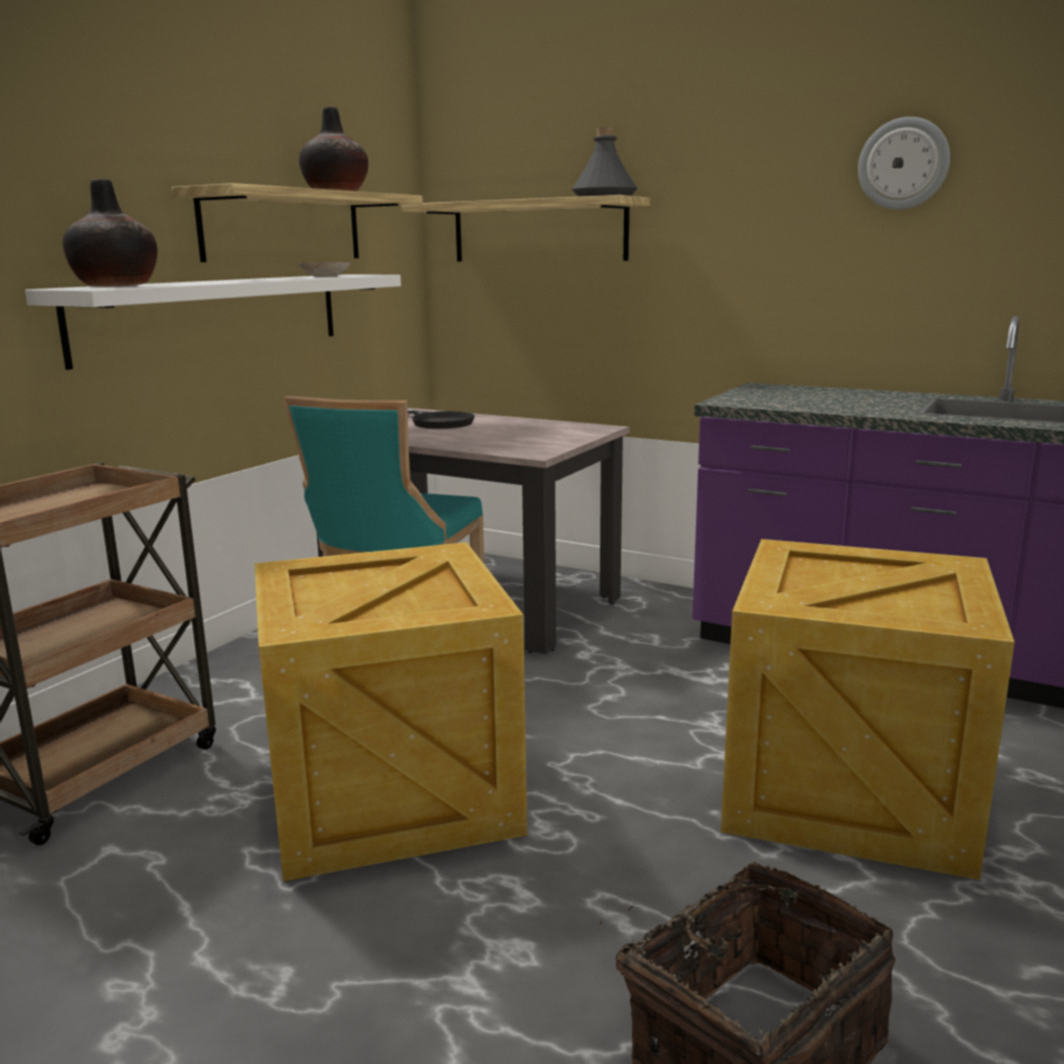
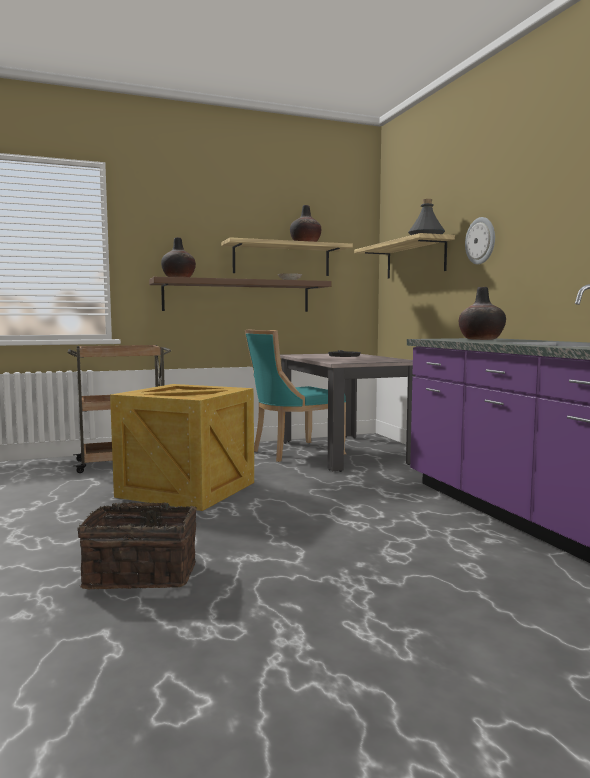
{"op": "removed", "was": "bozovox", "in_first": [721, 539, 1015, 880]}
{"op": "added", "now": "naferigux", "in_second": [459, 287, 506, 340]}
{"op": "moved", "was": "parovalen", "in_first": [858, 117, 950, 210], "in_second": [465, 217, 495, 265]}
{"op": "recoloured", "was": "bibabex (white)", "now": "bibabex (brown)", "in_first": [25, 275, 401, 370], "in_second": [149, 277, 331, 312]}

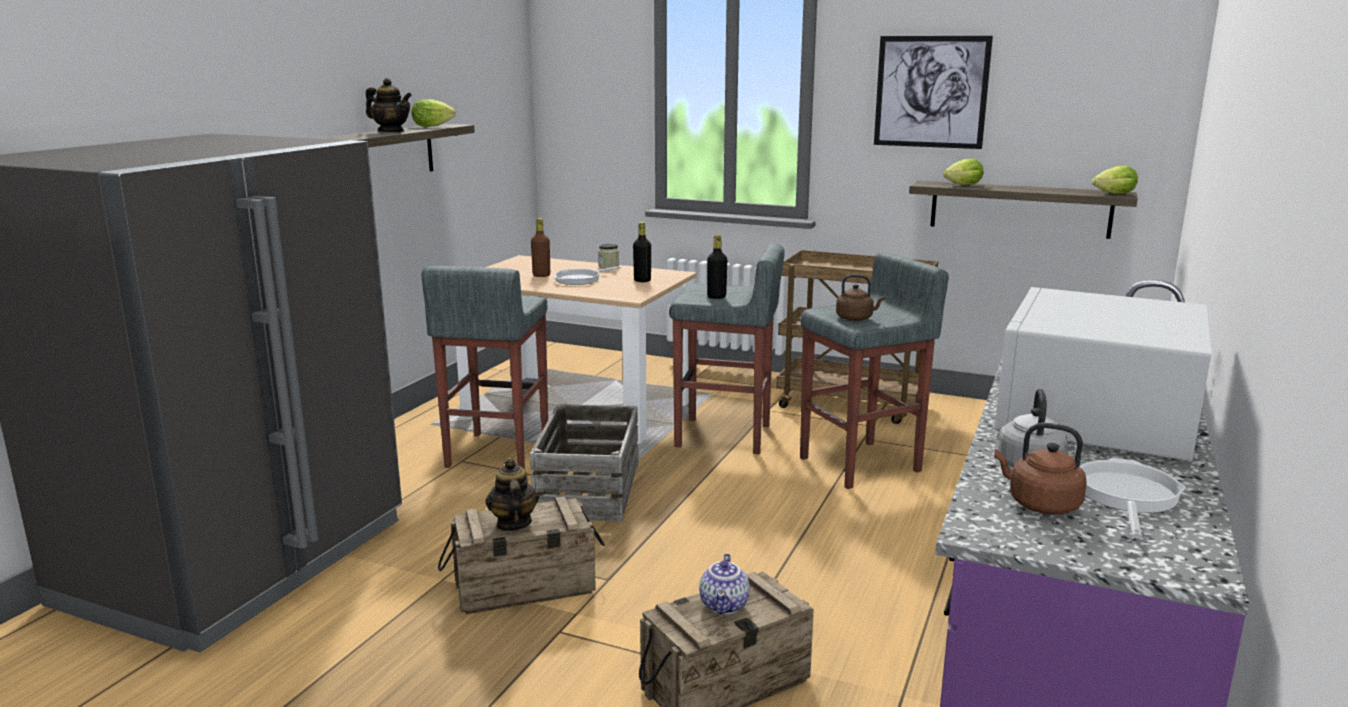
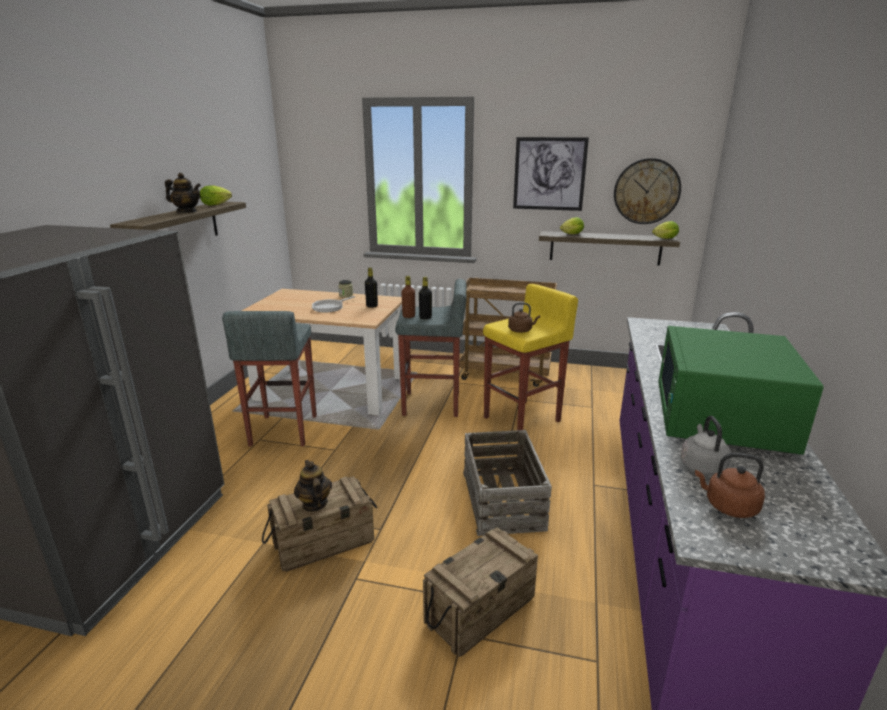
{"op": "removed", "was": "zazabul", "in_first": [699, 553, 750, 614]}
{"op": "removed", "was": "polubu", "in_first": [1079, 458, 1186, 538]}
{"op": "added", "now": "parovalen", "in_second": [614, 158, 681, 224]}
{"op": "moved", "was": "bozovox", "in_first": [530, 404, 638, 521], "in_second": [463, 430, 552, 536]}
{"op": "moved", "was": "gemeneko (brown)", "in_first": [531, 218, 550, 277], "in_second": [401, 276, 415, 318]}
{"op": "recoloured", "was": "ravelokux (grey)", "now": "ravelokux (yellow)", "in_first": [800, 252, 949, 489], "in_second": [483, 284, 578, 430]}
{"op": "recoloured", "was": "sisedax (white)", "now": "sisedax (green)", "in_first": [995, 287, 1211, 462], "in_second": [659, 326, 824, 455]}

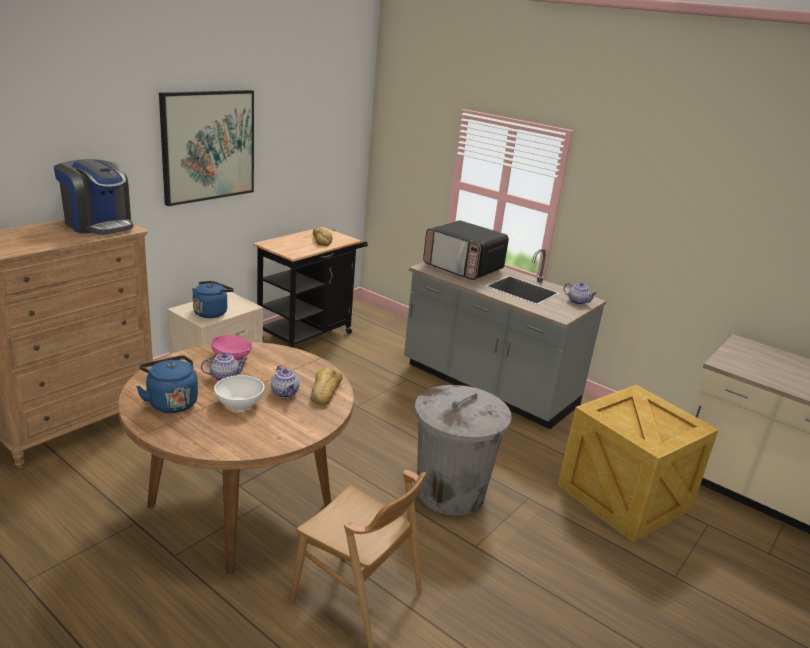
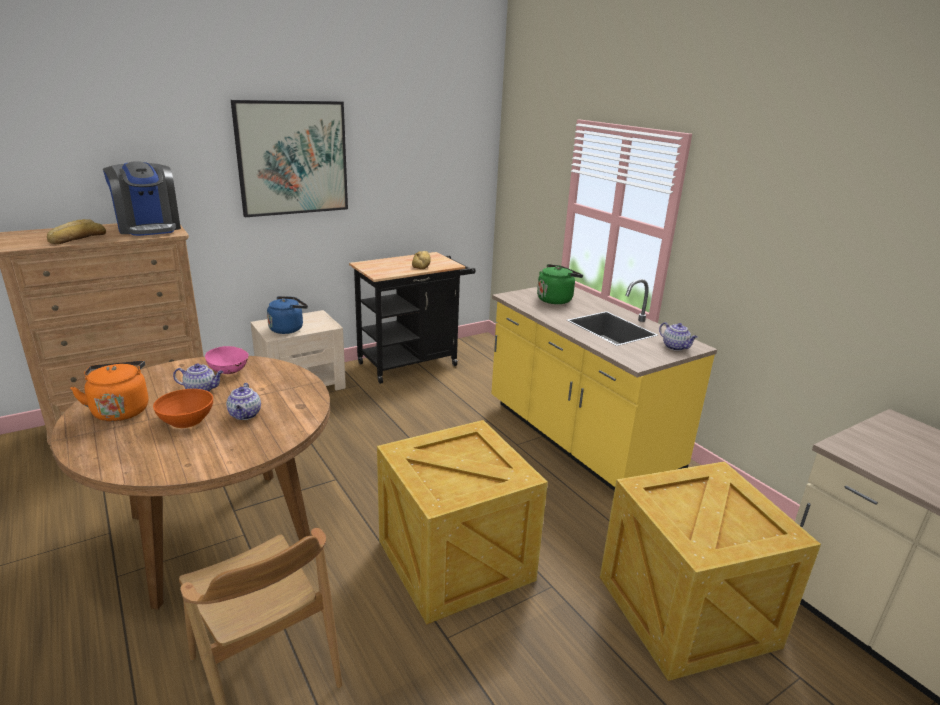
{"op": "moved", "was": "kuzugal", "in_first": [311, 367, 342, 405], "in_second": [47, 219, 106, 244]}
{"op": "replaced", "was": "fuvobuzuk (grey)", "now": "bozovox", "in_first": [415, 385, 512, 516], "in_second": [377, 420, 548, 625]}
{"op": "replaced", "was": "sisedax", "now": "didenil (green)", "in_first": [423, 220, 509, 280], "in_second": [537, 264, 583, 304]}
{"op": "recoloured", "was": "didenil (blue)", "now": "didenil (orange)", "in_first": [136, 355, 198, 413], "in_second": [70, 361, 148, 421]}
{"op": "recoloured", "was": "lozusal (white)", "now": "lozusal (orange)", "in_first": [214, 375, 264, 411], "in_second": [153, 389, 213, 428]}
{"op": "recoloured", "was": "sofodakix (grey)", "now": "sofodakix (yellow)", "in_first": [404, 248, 606, 429], "in_second": [491, 279, 718, 491]}

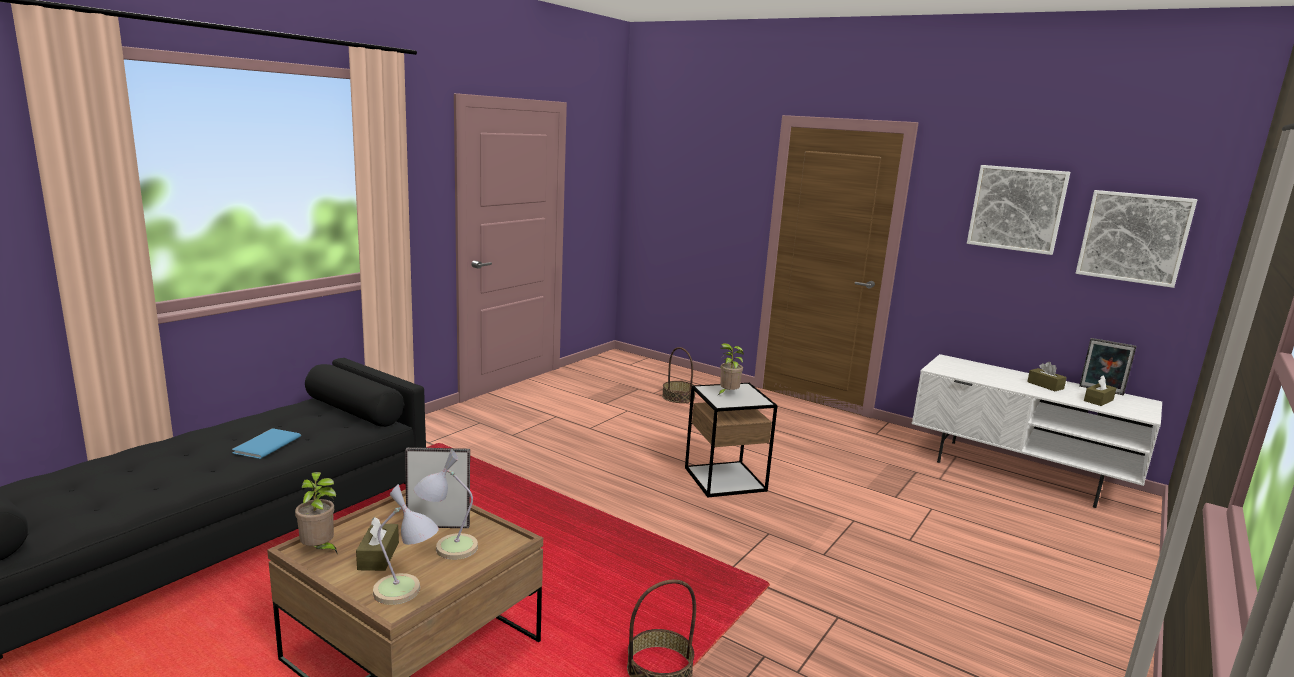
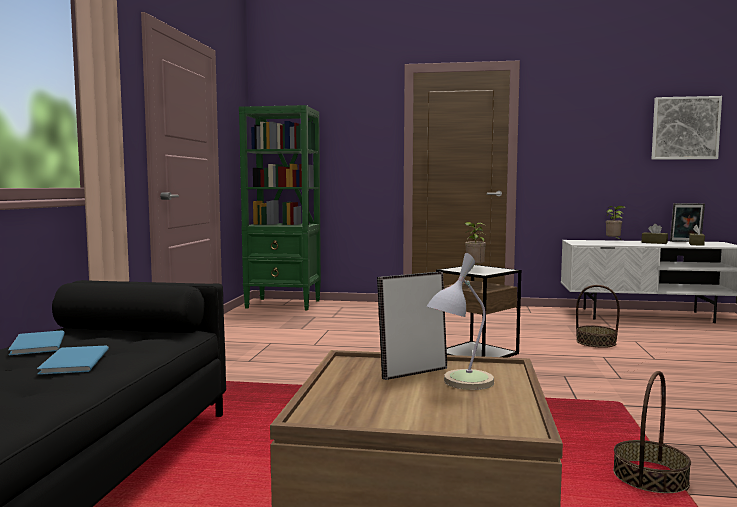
{"op": "removed", "was": "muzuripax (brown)", "in_first": [356, 517, 399, 571]}
{"op": "removed", "was": "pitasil", "in_first": [373, 484, 439, 605]}
{"op": "removed", "was": "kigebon", "in_first": [967, 165, 1070, 255]}
{"op": "added", "now": "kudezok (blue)", "in_second": [8, 330, 65, 355]}
{"op": "added", "now": "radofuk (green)", "in_second": [239, 105, 321, 310]}
{"op": "moved", "was": "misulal", "in_first": [295, 472, 337, 553], "in_second": [606, 206, 625, 240]}
{"op": "moved", "was": "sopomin", "in_first": [662, 347, 695, 403], "in_second": [576, 285, 620, 348]}

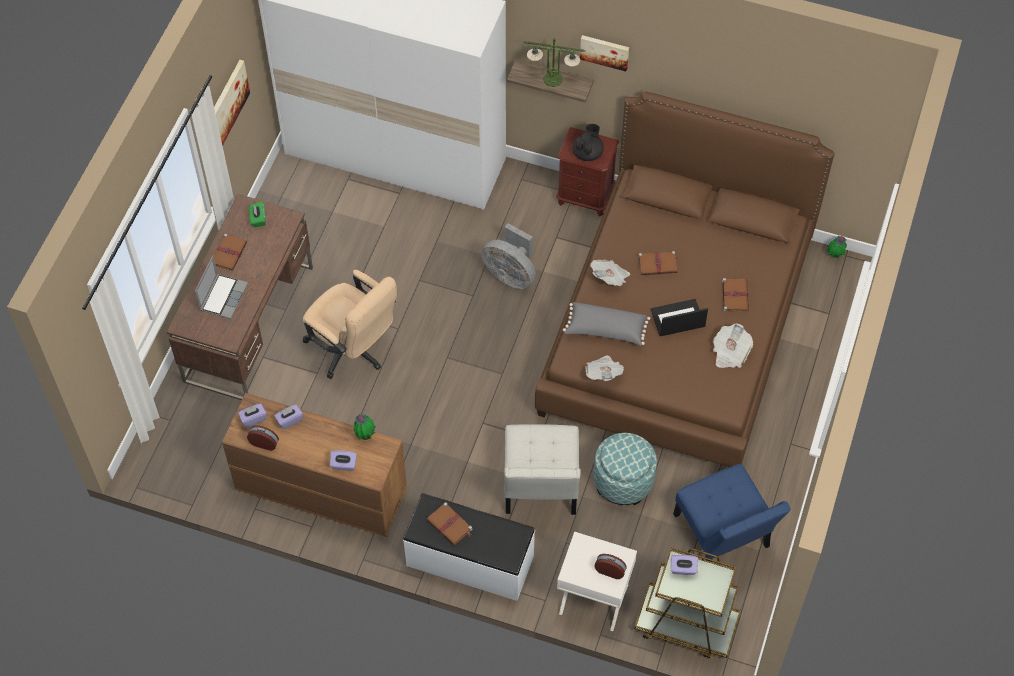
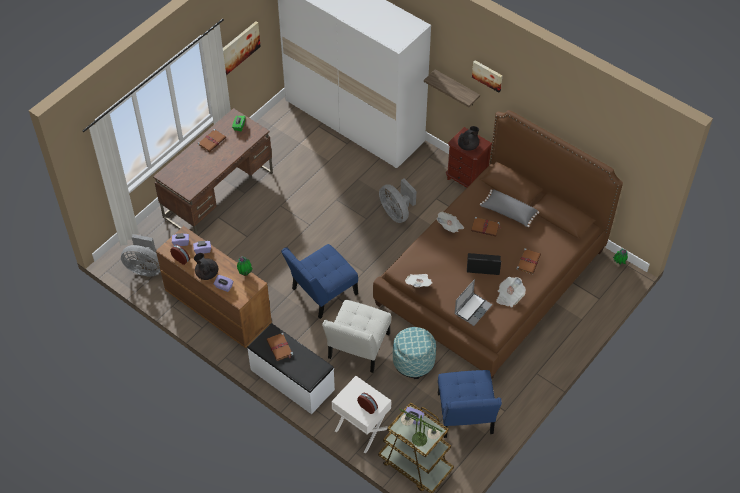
{"op": "removed", "was": "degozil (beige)", "in_first": [303, 270, 397, 379]}
{"op": "added", "now": "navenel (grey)", "in_second": [121, 234, 161, 276]}
{"op": "added", "now": "zazabul (black)", "in_second": [194, 253, 218, 280]}
{"op": "added", "now": "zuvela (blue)", "in_second": [281, 244, 358, 319]}
{"op": "moved", "was": "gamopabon", "in_first": [195, 256, 248, 319], "in_second": [454, 279, 492, 326]}
{"op": "moved", "was": "pitasil", "in_first": [523, 38, 585, 87], "in_second": [399, 409, 443, 446]}
{"op": "moved", "was": "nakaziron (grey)", "in_first": [563, 302, 650, 345], "in_second": [480, 189, 539, 227]}

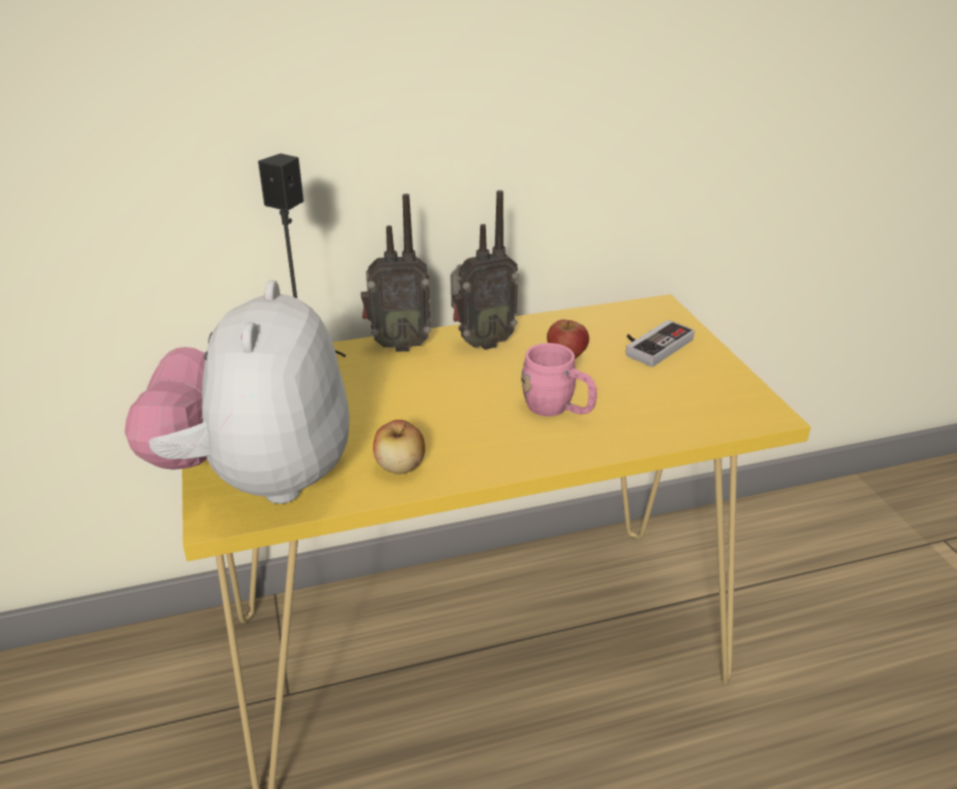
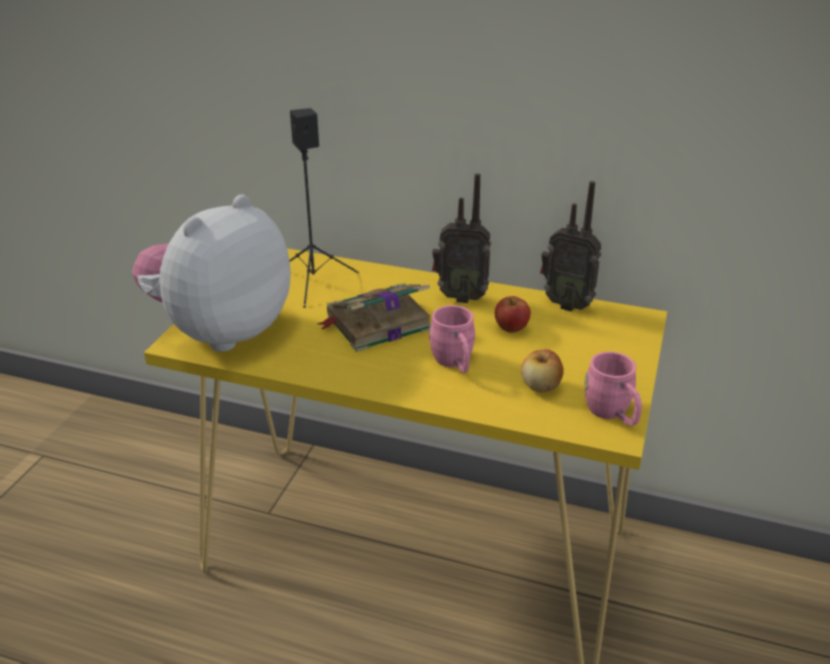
{"op": "removed", "was": "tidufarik", "in_first": [626, 320, 695, 367]}
{"op": "added", "now": "kudezok", "in_second": [317, 283, 431, 352]}
{"op": "added", "now": "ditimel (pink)", "in_second": [584, 352, 642, 426]}
{"op": "moved", "was": "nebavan", "in_first": [361, 194, 431, 352], "in_second": [540, 181, 601, 312]}
{"op": "moved", "was": "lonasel", "in_first": [373, 420, 425, 474], "in_second": [521, 350, 564, 392]}

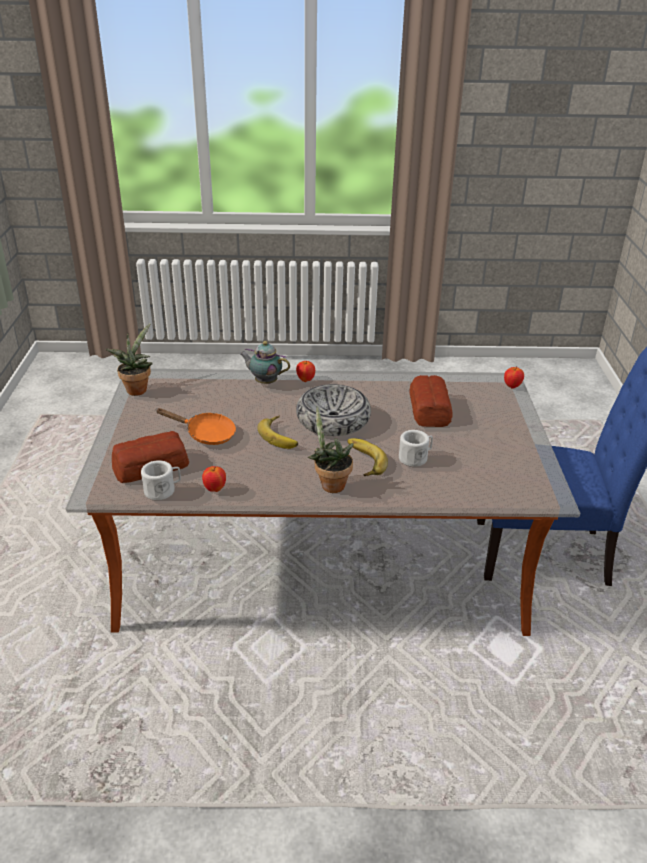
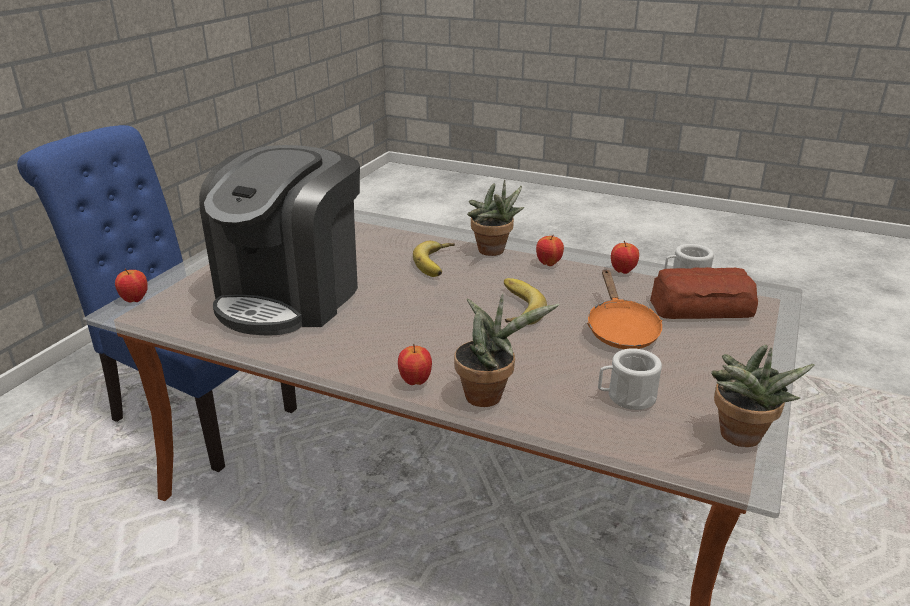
{"op": "removed", "was": "lozusal", "in_first": [296, 384, 371, 436]}
{"op": "added", "now": "lonasel", "in_second": [536, 235, 564, 266]}
{"op": "moved", "was": "ditimel (white)", "in_first": [399, 430, 433, 467], "in_second": [598, 348, 662, 410]}
{"op": "replaced", "was": "zazabul", "now": "misulal", "in_first": [239, 341, 290, 384], "in_second": [454, 294, 559, 407]}
{"op": "replaced", "was": "kuzugal", "now": "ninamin", "in_first": [409, 375, 452, 427], "in_second": [199, 145, 360, 335]}
{"op": "turned", "was": "polubu (orange)", "in_first": [156, 408, 236, 445], "in_second": [587, 269, 662, 349], "clockwise": -135}

